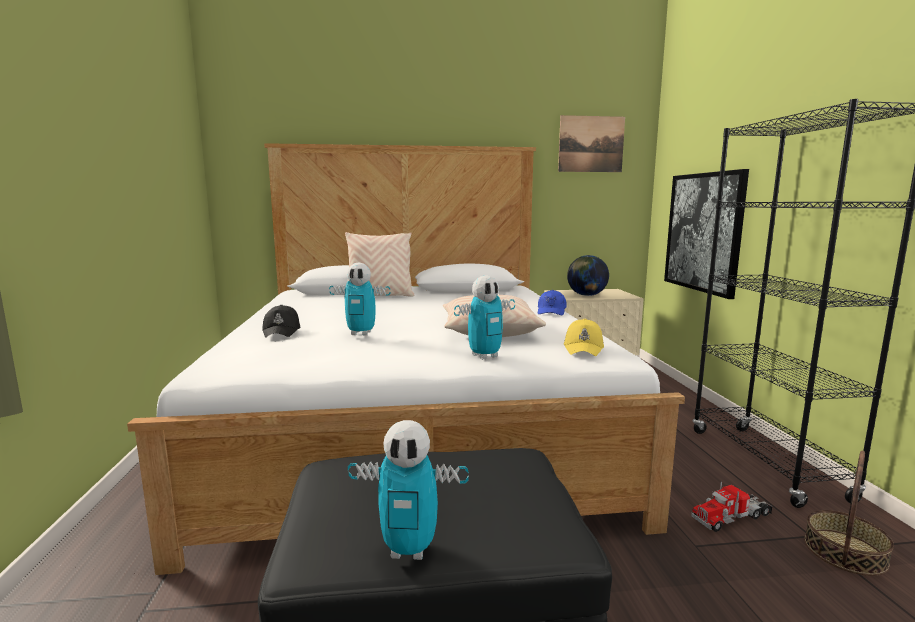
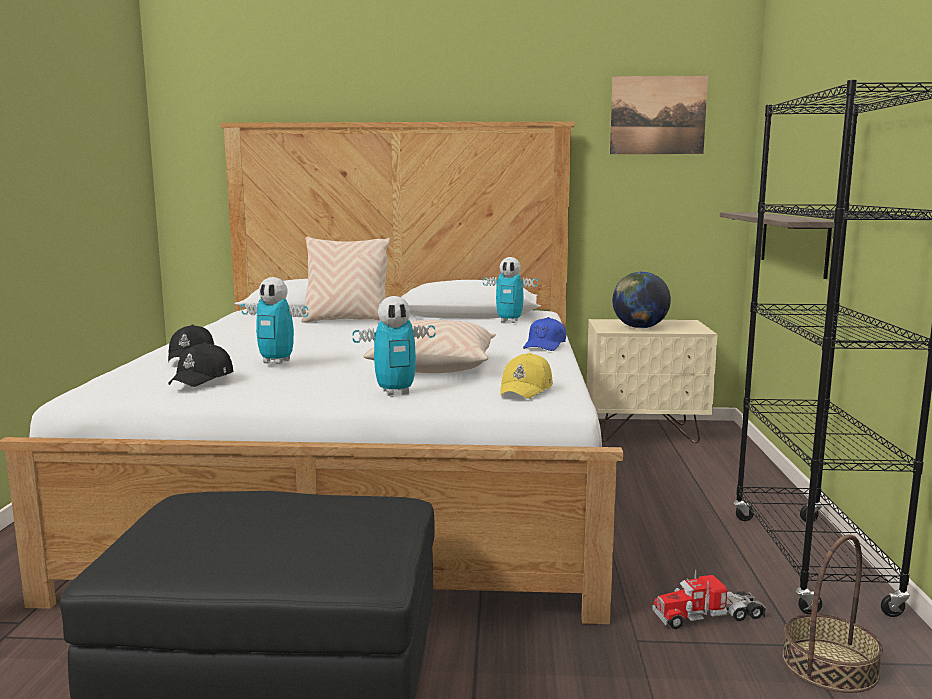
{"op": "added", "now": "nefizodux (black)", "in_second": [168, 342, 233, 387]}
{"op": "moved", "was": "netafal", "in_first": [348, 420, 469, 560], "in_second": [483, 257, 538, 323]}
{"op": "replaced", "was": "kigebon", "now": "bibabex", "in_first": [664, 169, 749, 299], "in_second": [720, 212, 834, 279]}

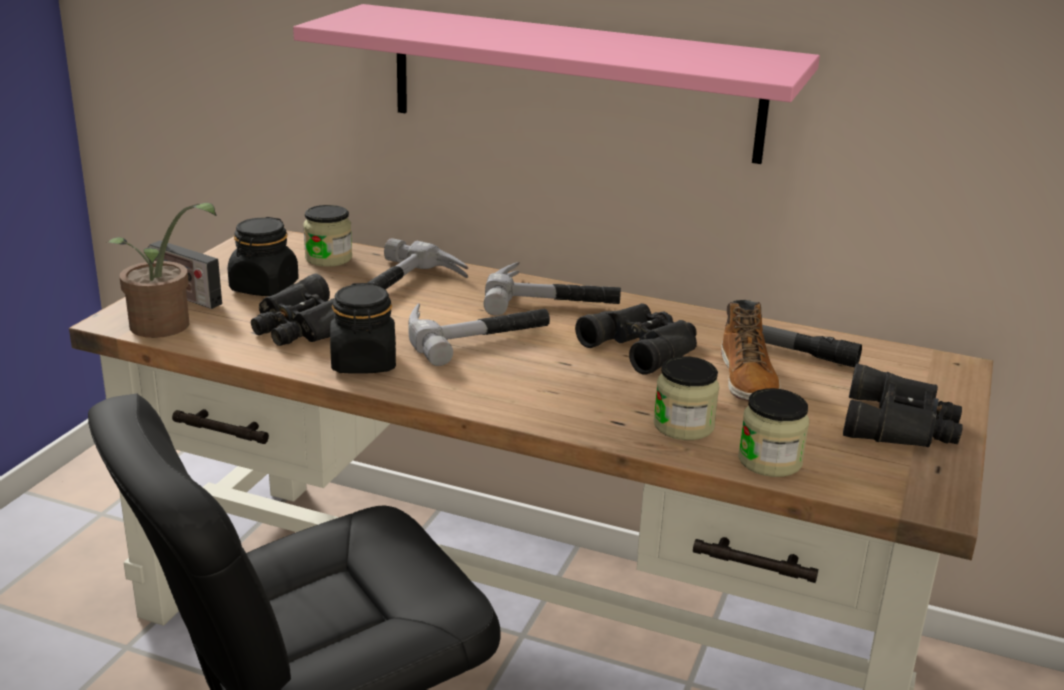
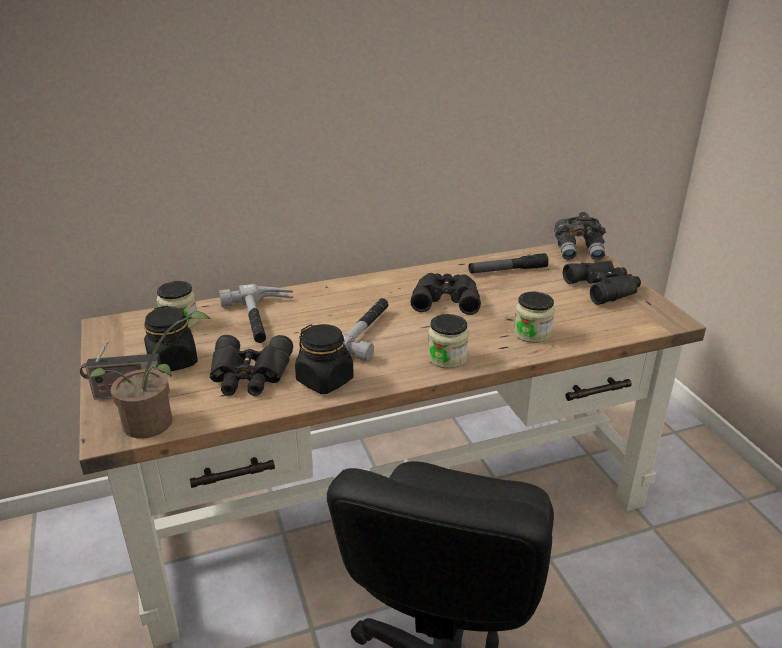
{"op": "removed", "was": "bibabex (pink)", "in_first": [293, 4, 820, 164]}
{"op": "removed", "was": "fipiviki", "in_first": [483, 262, 621, 316]}
{"op": "removed", "was": "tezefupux", "in_first": [721, 300, 780, 401]}
{"op": "added", "now": "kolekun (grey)", "in_second": [554, 212, 606, 260]}
{"op": "moved", "was": "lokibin", "in_first": [738, 388, 809, 477], "in_second": [428, 314, 469, 369]}

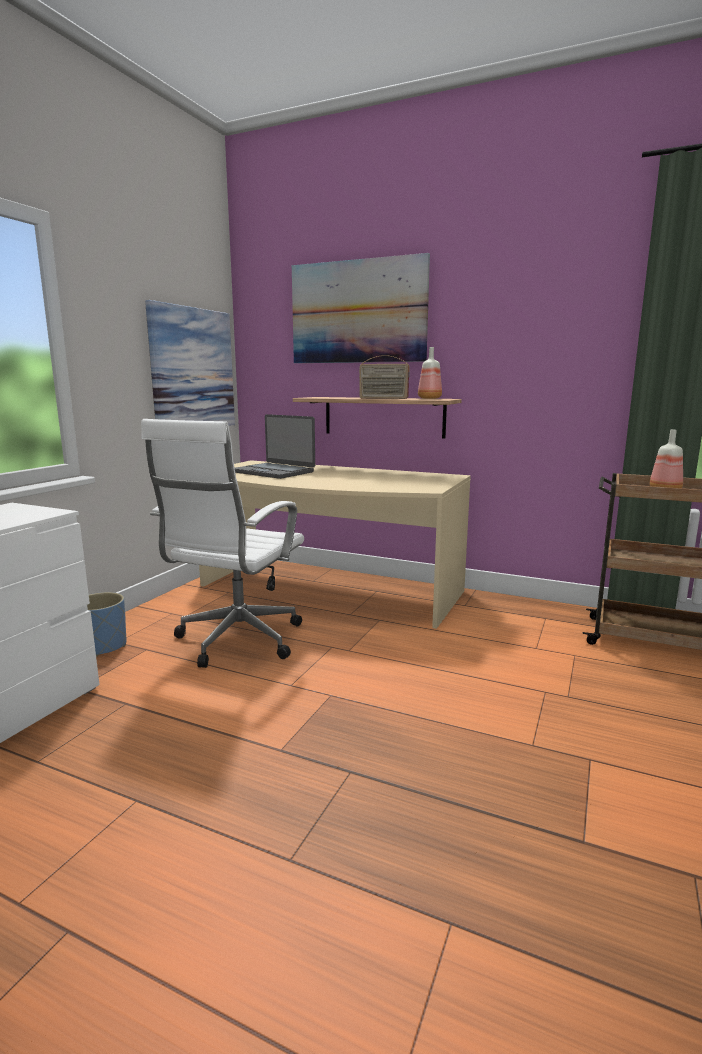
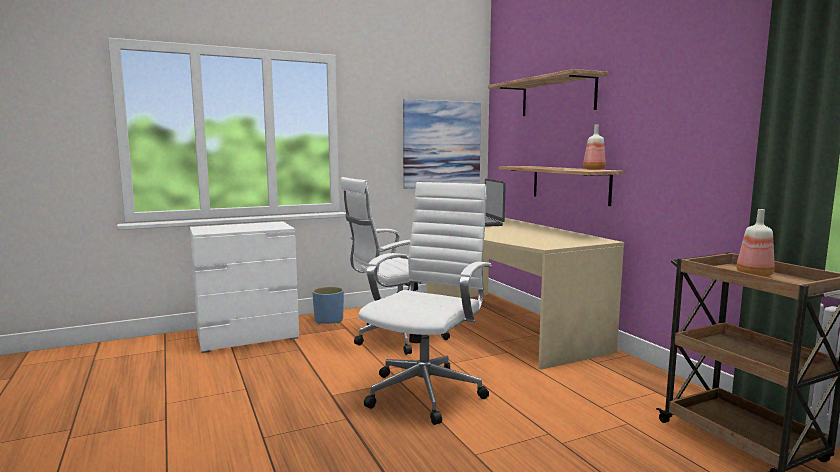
{"op": "removed", "was": "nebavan", "in_first": [359, 355, 410, 399]}
{"op": "added", "now": "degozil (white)", "in_second": [358, 182, 492, 425]}
{"op": "replaced", "was": "kigebon", "now": "bibabex", "in_first": [292, 253, 430, 363], "in_second": [488, 69, 608, 116]}

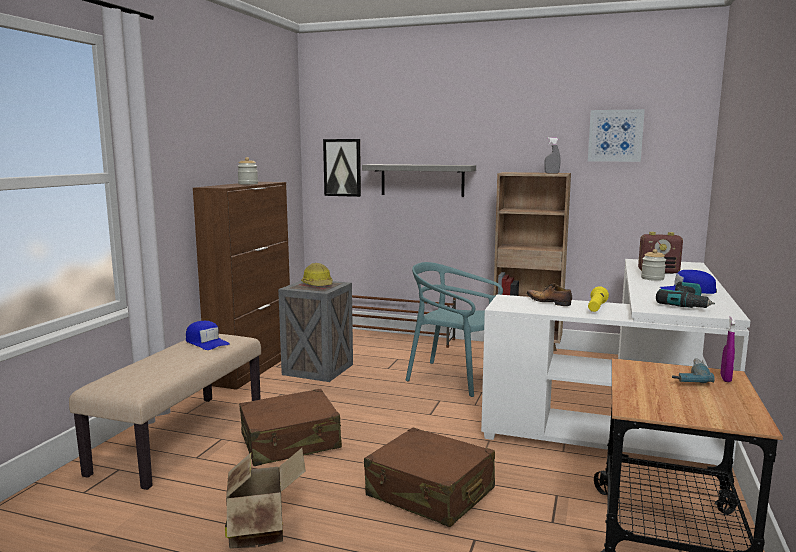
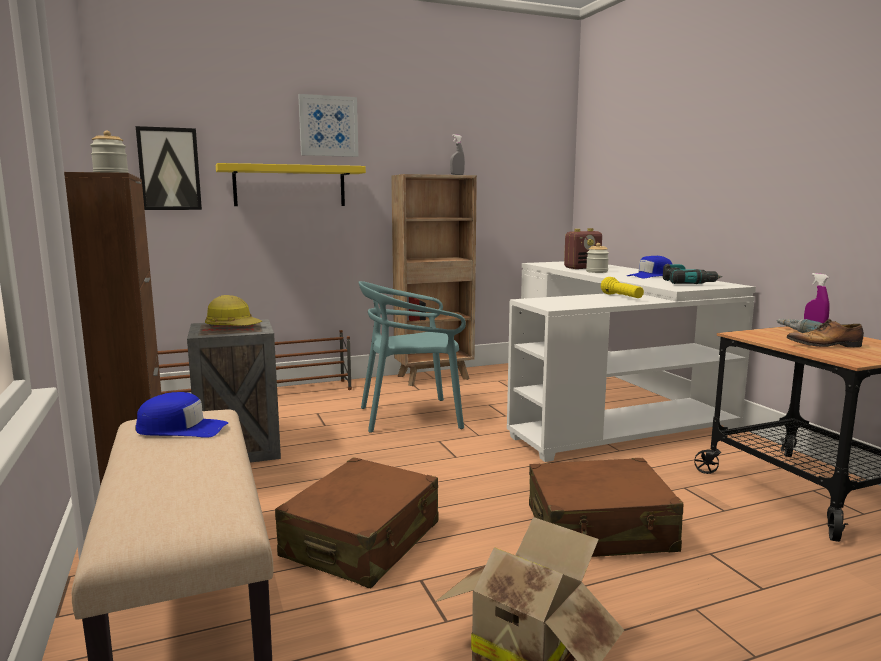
{"op": "moved", "was": "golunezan", "in_first": [526, 284, 572, 306], "in_second": [787, 319, 864, 347]}
{"op": "moved", "was": "kigebon", "in_first": [588, 109, 645, 162], "in_second": [298, 94, 358, 157]}
{"op": "recoloured", "was": "bibabex (grey)", "now": "bibabex (yellow)", "in_first": [362, 164, 476, 197], "in_second": [216, 163, 366, 206]}

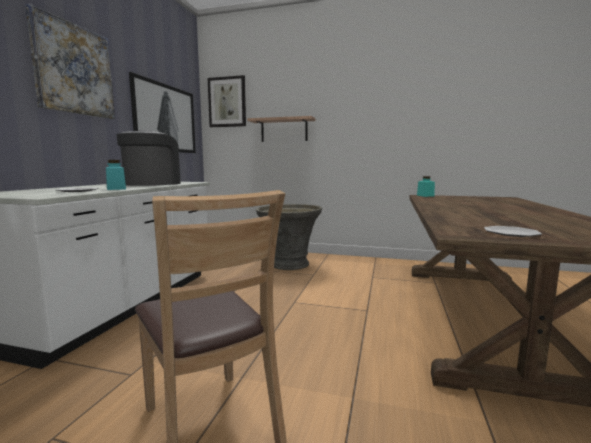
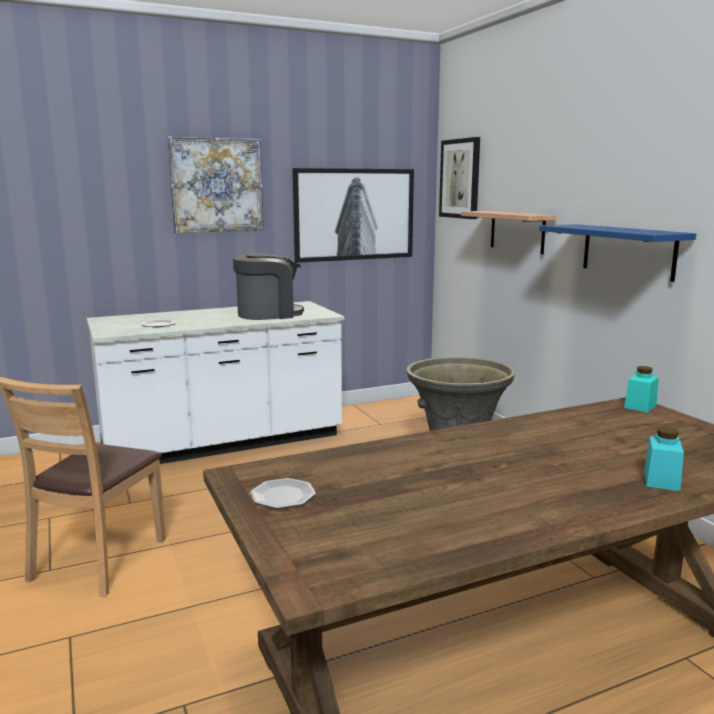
{"op": "added", "now": "bibabex (blue)", "in_second": [539, 224, 696, 282]}
{"op": "moved", "was": "lokibin (turquoise)", "in_first": [106, 160, 126, 190], "in_second": [644, 427, 684, 491]}

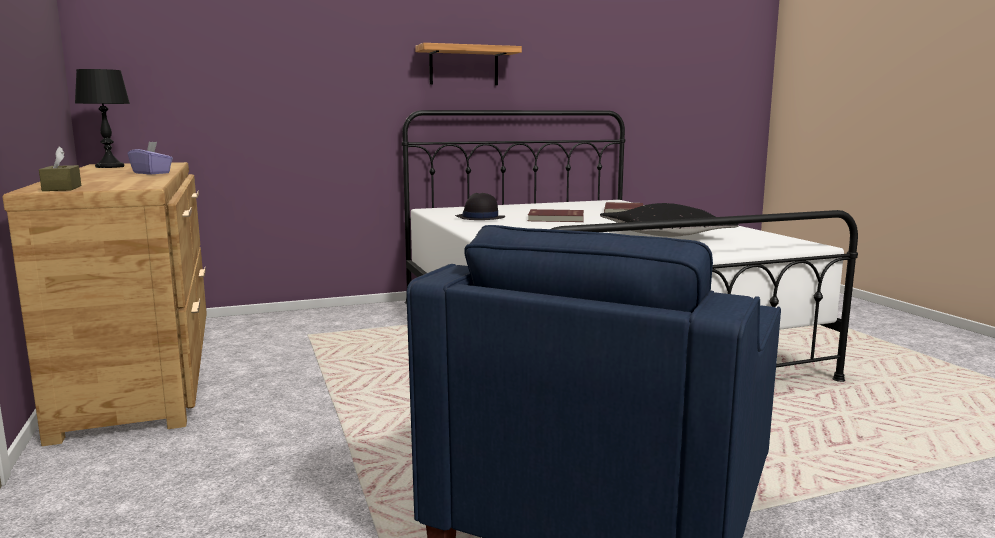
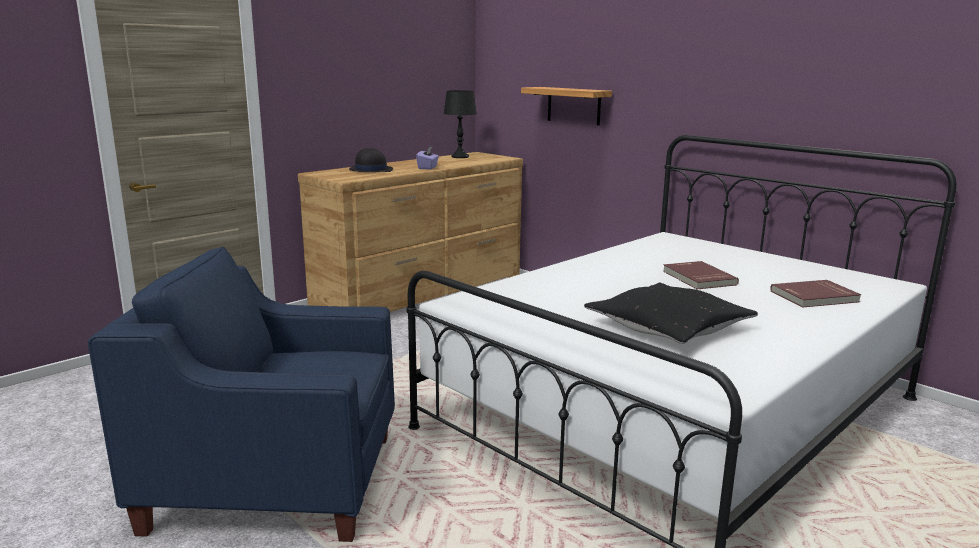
{"op": "removed", "was": "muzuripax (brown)", "in_first": [39, 146, 81, 191]}
{"op": "moved", "was": "bibabex", "in_first": [415, 43, 522, 85], "in_second": [521, 87, 612, 125]}
{"op": "moved", "was": "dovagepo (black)", "in_first": [455, 193, 505, 220], "in_second": [349, 148, 393, 172]}

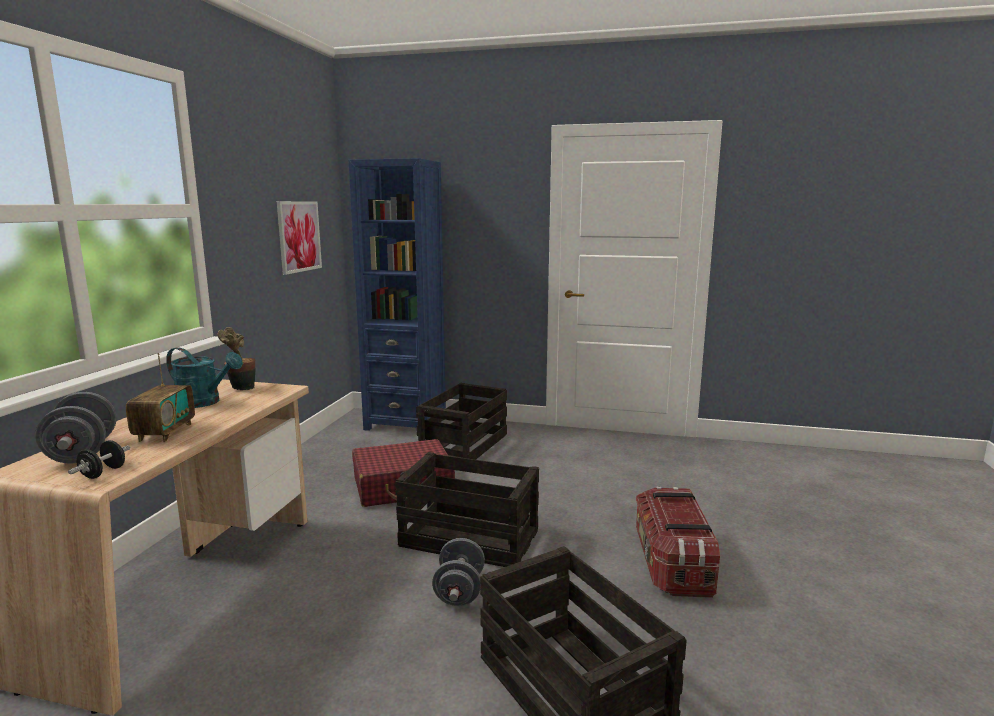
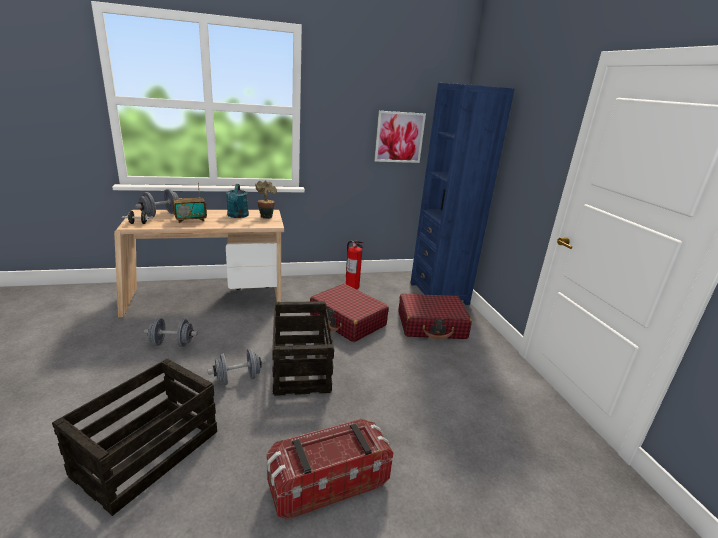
{"op": "added", "now": "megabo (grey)", "in_second": [144, 318, 198, 347]}
{"op": "added", "now": "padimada", "in_second": [346, 241, 363, 290]}
{"op": "replaced", "was": "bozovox", "now": "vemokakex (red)", "in_first": [416, 383, 507, 460], "in_second": [398, 293, 472, 340]}

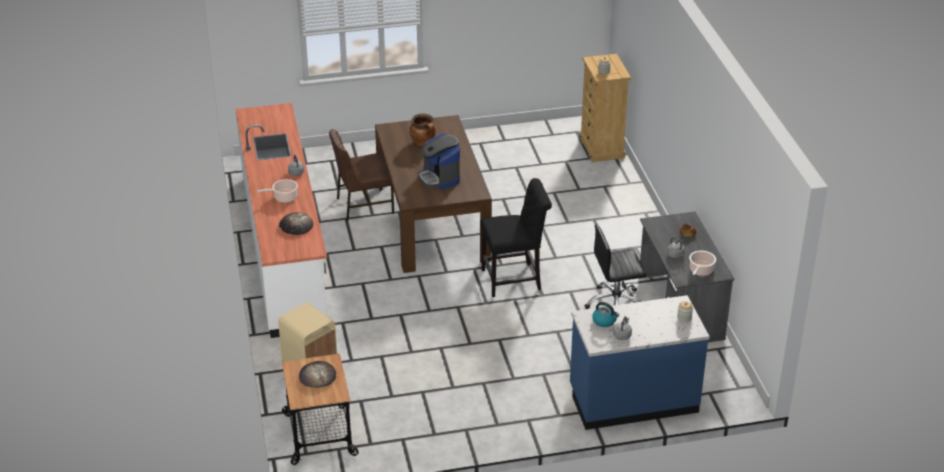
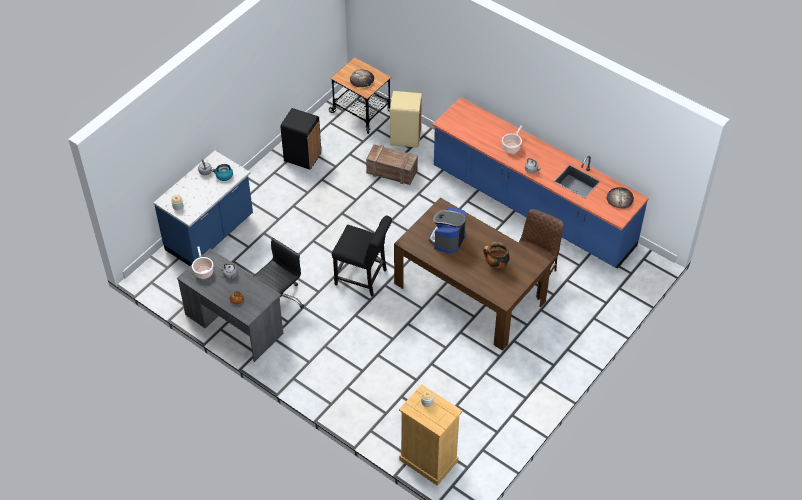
{"op": "added", "now": "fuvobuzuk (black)", "in_second": [281, 108, 321, 170]}
{"op": "added", "now": "bozovox", "in_second": [366, 144, 418, 185]}
{"op": "moved", "was": "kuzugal", "in_first": [279, 212, 313, 235], "in_second": [607, 187, 634, 209]}
{"op": "recoloured", "was": "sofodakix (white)", "now": "sofodakix (blue)", "in_first": [235, 103, 327, 338], "in_second": [432, 97, 649, 269]}
{"op": "turned", "was": "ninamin", "in_first": [418, 134, 460, 190], "in_second": [429, 208, 466, 253], "clockwise": -90}
{"op": "turned", "was": "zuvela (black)", "in_first": [480, 178, 552, 297], "in_second": [332, 215, 392, 297], "clockwise": -105}

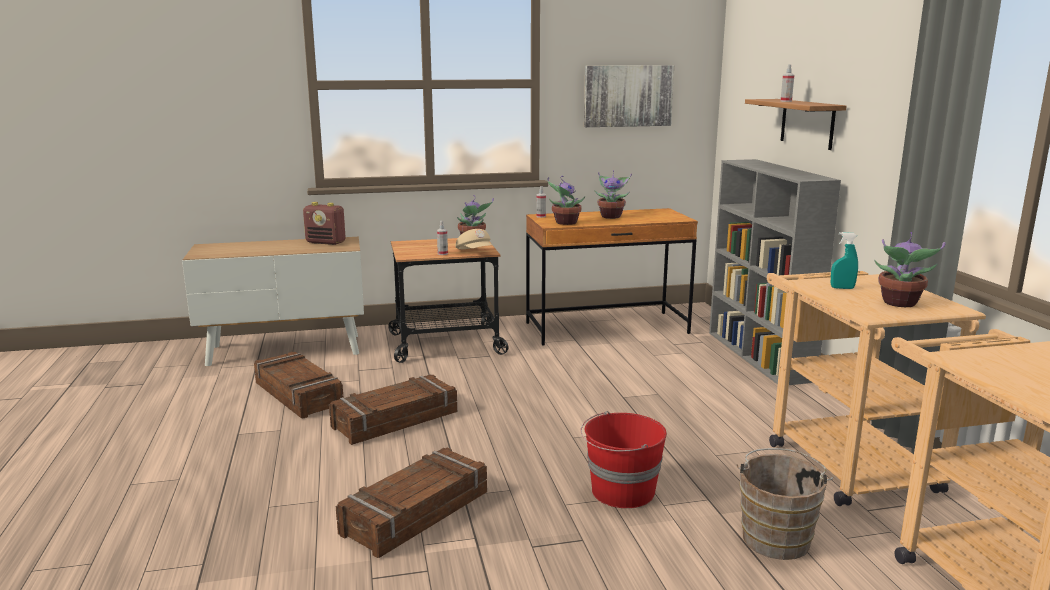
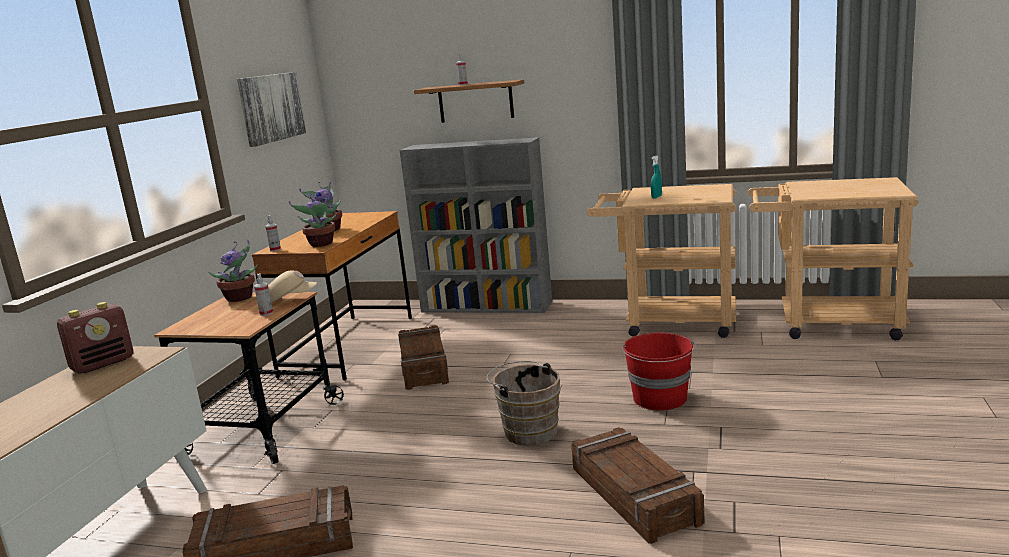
{"op": "removed", "was": "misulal", "in_first": [874, 232, 946, 307]}
{"op": "moved", "was": "bozovox", "in_first": [329, 375, 457, 445], "in_second": [398, 325, 449, 390]}
{"op": "moved", "was": "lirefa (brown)", "in_first": [737, 448, 833, 560], "in_second": [486, 361, 560, 446]}

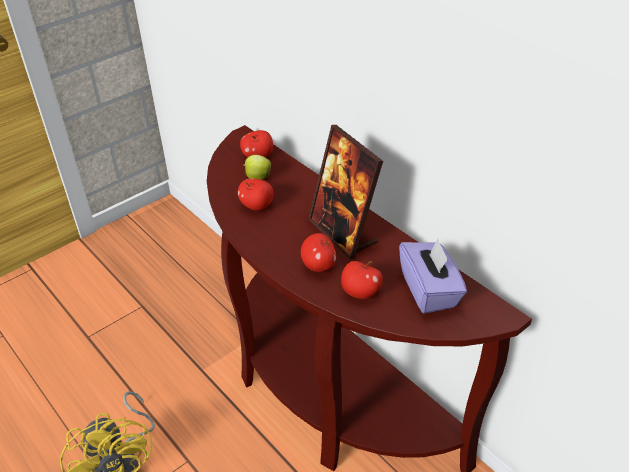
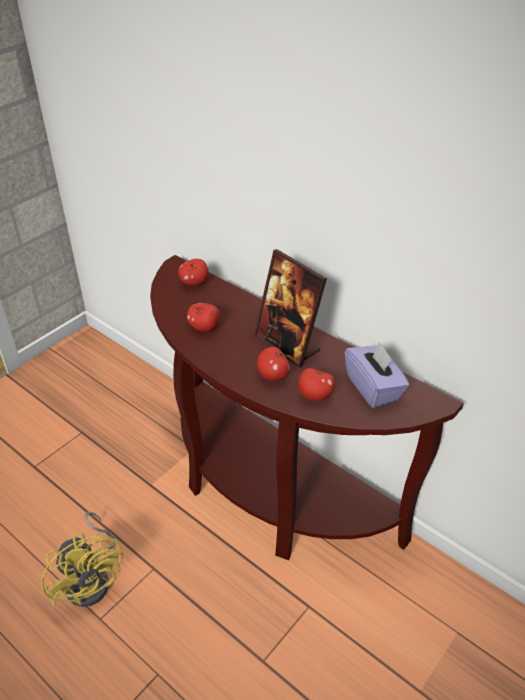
{"op": "removed", "was": "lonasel", "in_first": [243, 155, 271, 180]}

